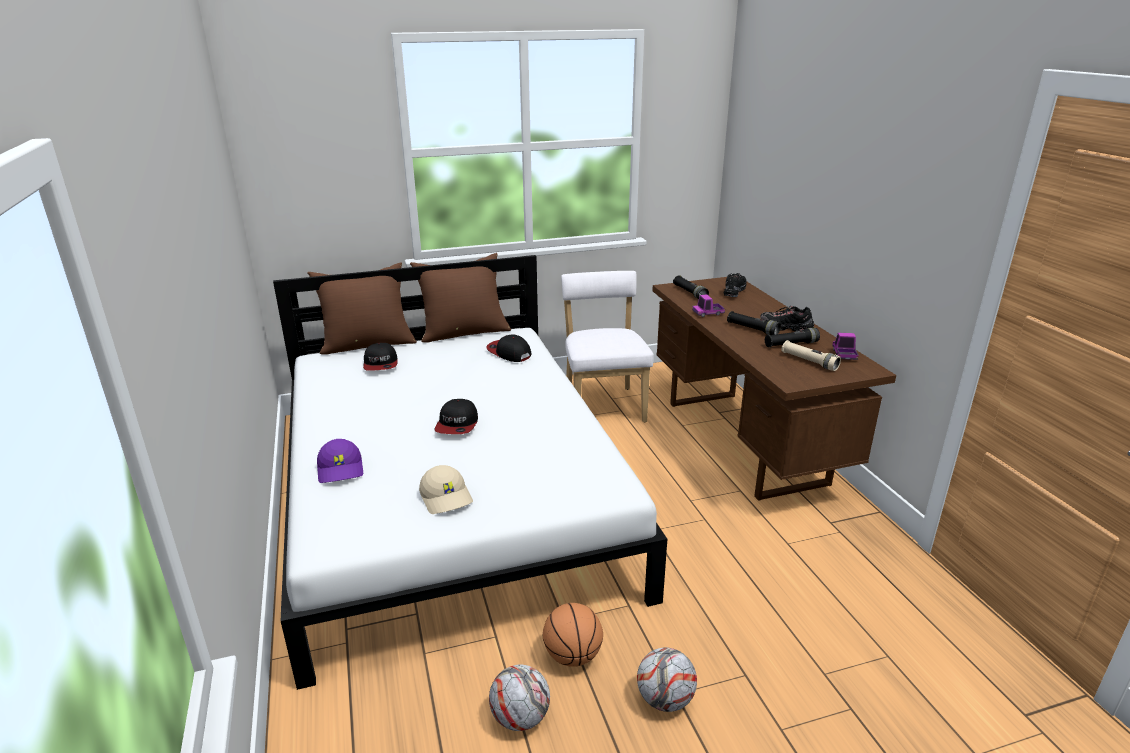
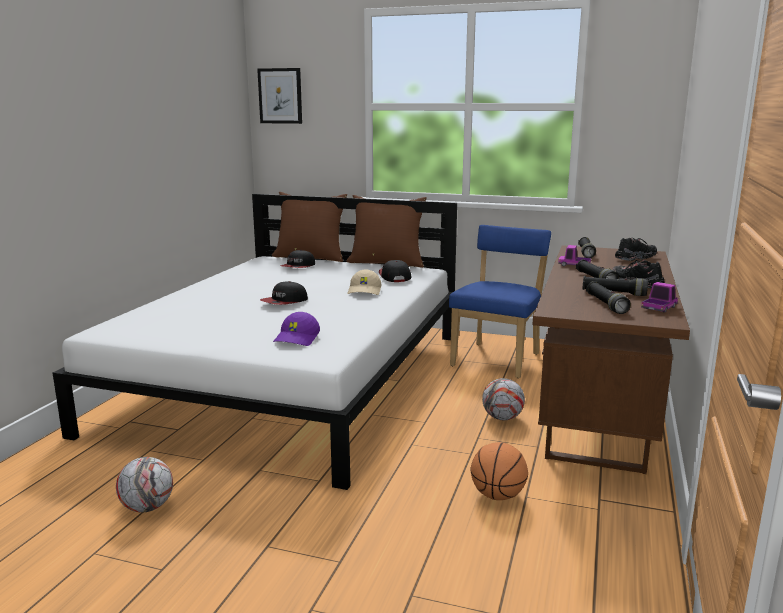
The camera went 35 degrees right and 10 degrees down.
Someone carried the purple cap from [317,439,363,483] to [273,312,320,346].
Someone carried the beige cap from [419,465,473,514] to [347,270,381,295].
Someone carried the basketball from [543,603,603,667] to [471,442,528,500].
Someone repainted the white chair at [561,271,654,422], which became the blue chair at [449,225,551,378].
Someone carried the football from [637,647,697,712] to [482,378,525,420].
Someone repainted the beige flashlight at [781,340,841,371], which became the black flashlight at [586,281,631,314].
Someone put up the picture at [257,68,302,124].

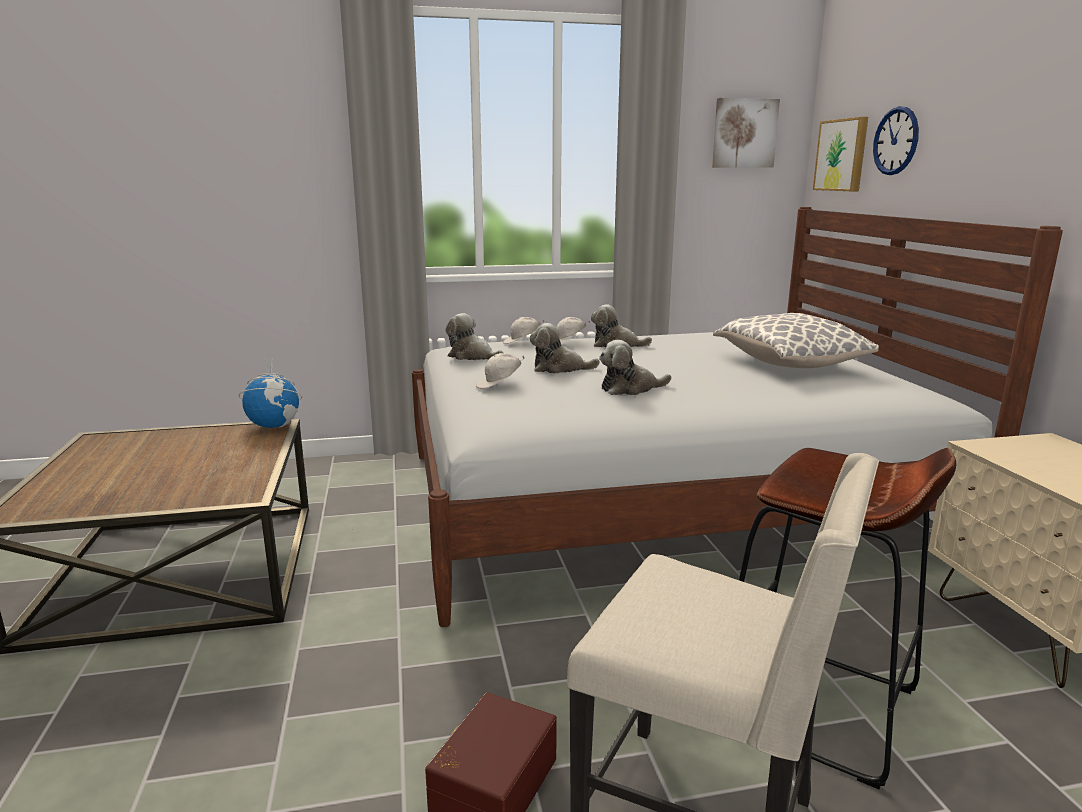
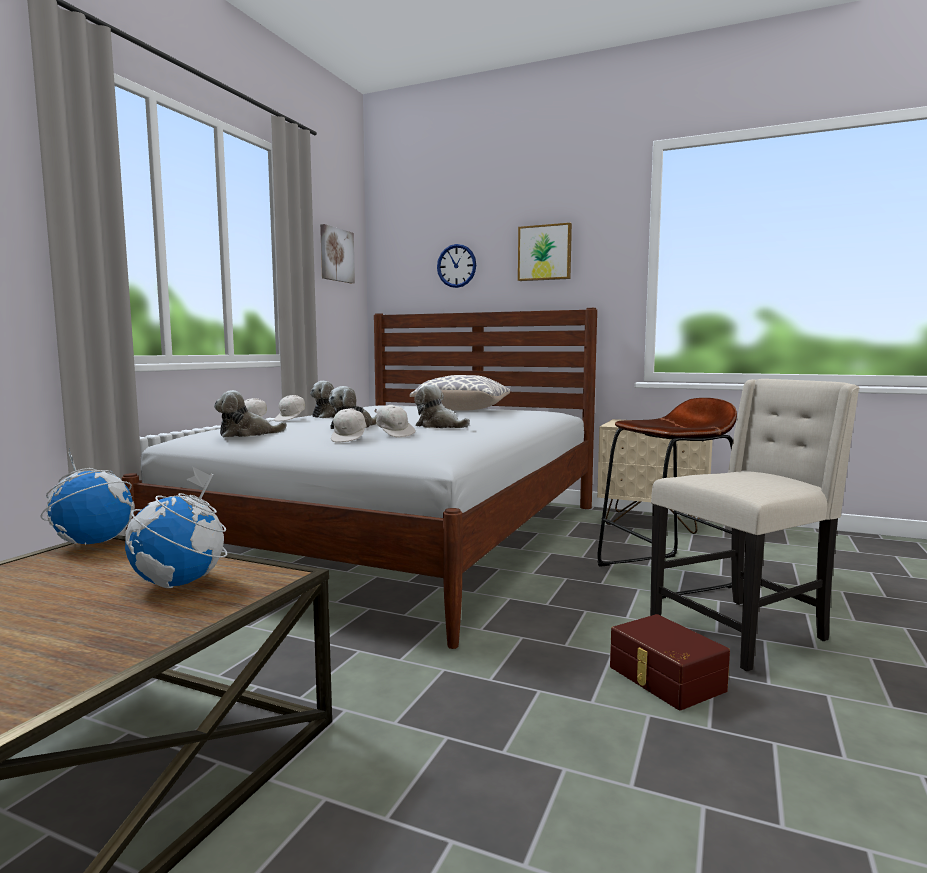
The camera went 55 degrees left and 10 degrees down.
Someone rotated the plush toy at [599,340,671,395] by 105 degrees clockwise.
Someone carried the picture from [813,117,868,191] to [518,223,572,281].
Someone put down the globe at [125,467,227,588].
Someone put down the white cap at [375,405,415,437].

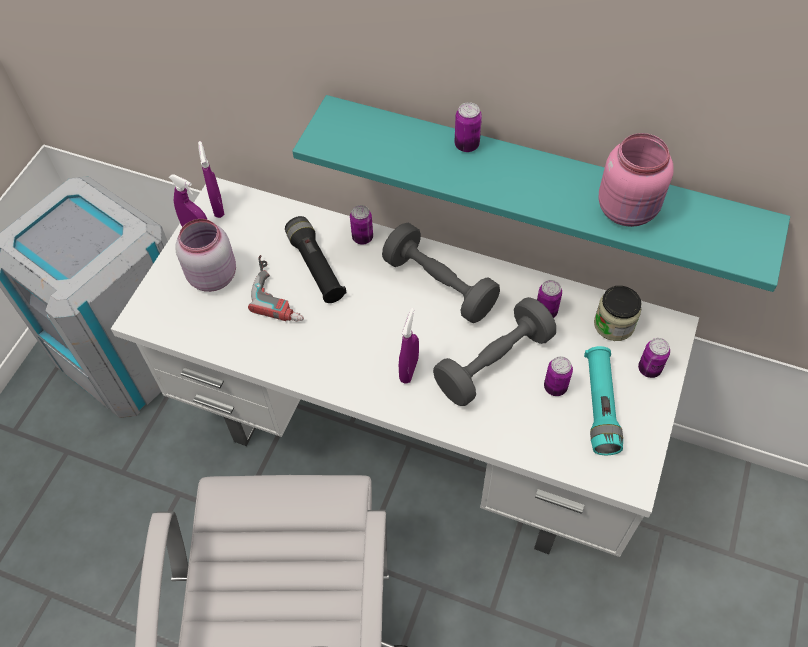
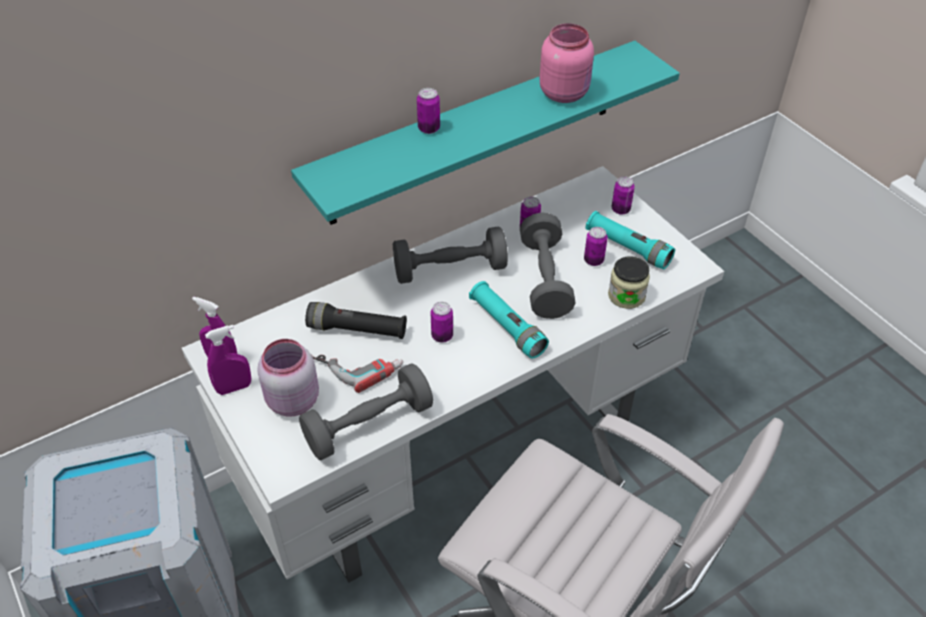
The camera went 55 degrees left and 10 degrees down.
Someone carried the can from [350,205,373,245] to [431,302,453,343].
Someone swapped the purple spray bottle at [399,308,419,384] for the turquoise flashlight at [469,281,549,358].
Someone carried the jar from [594,286,642,341] to [608,256,650,309].
Someone put down the grey dumbbell at [299,363,433,460].

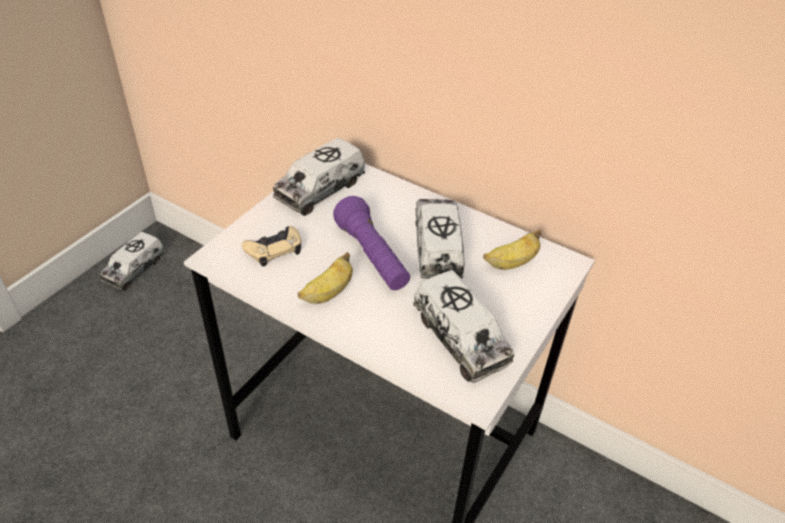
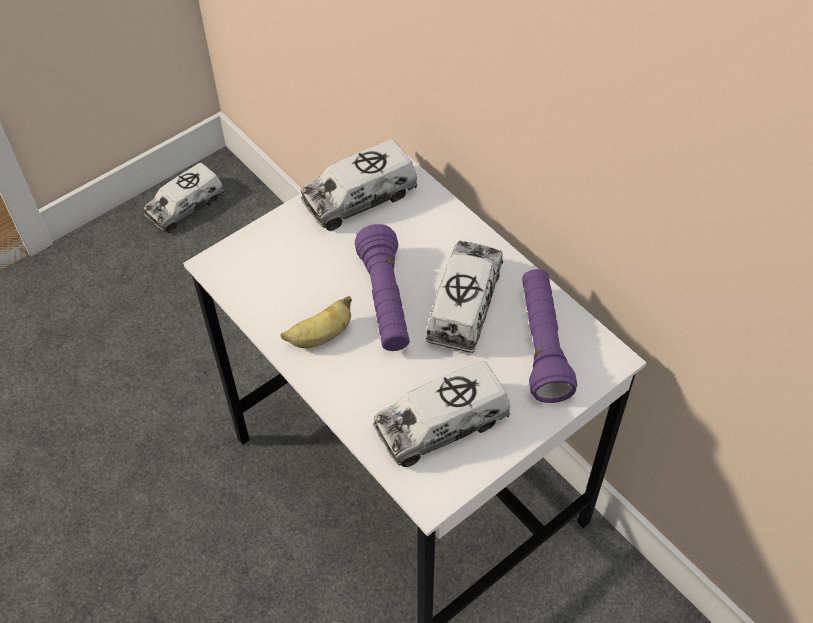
The camera went 20 degrees right and 10 degrees up.
Someone took away the beige game controller at [242,226,301,267].
Someone rotated the toy truck at [413,270,514,383] by 75 degrees clockwise.
Someone swapped the banana at [483,230,541,270] for the purple flashlight at [522,269,577,403].

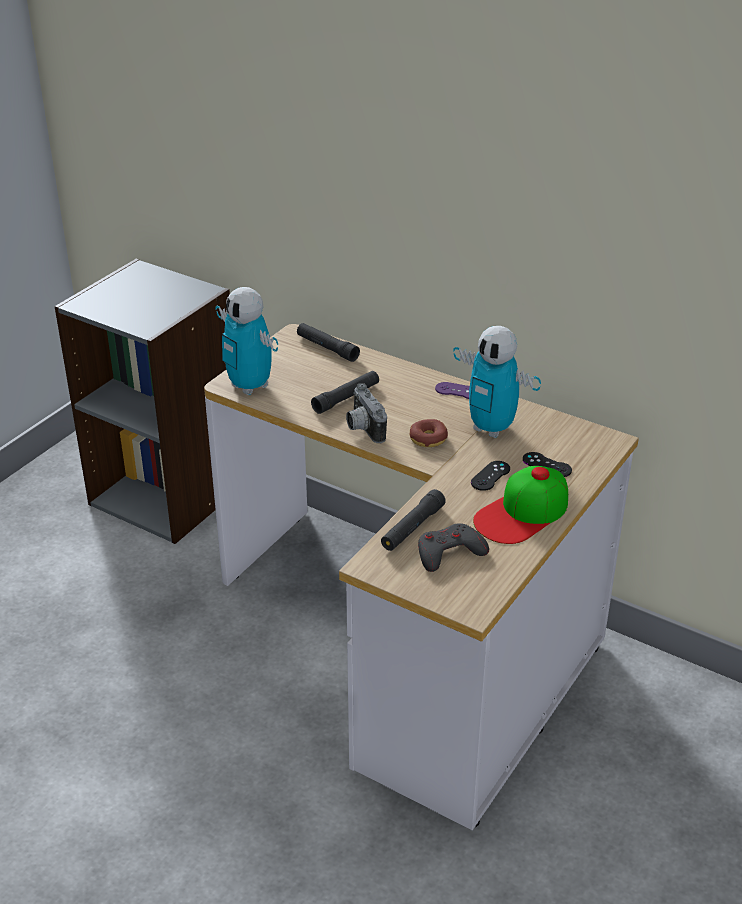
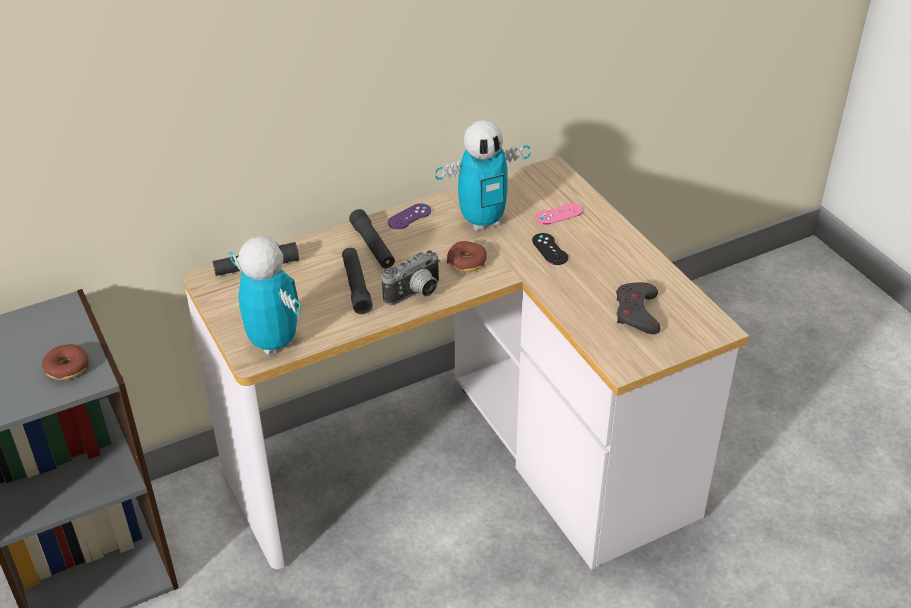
The camera went 60 degrees left and 5 degrees up.
Someone rotated the toy robot at [216,287,278,395] by 120 degrees counterclockwise.
Someone rotated the photo camera at [346,383,387,443] by 45 degrees counterclockwise.
Someone carried the black flashlight from [381,489,446,551] to [349,209,395,269].
Someone took away the cap at [473,466,568,544].
Someone repainted the black game controller at [523,452,572,477], which became the pink game controller at [535,203,582,225].
Someone put down the donut at [42,344,88,380].

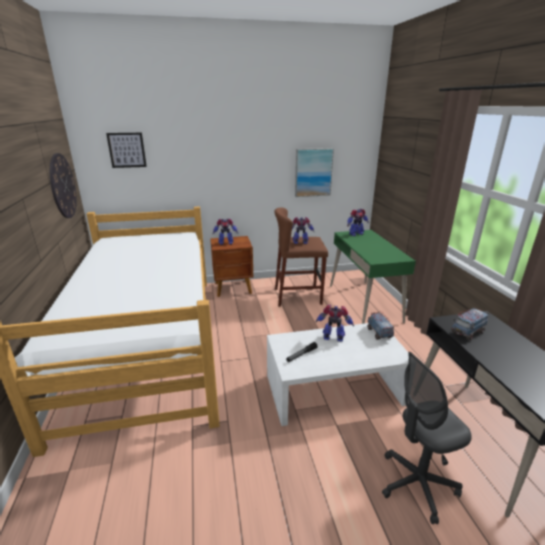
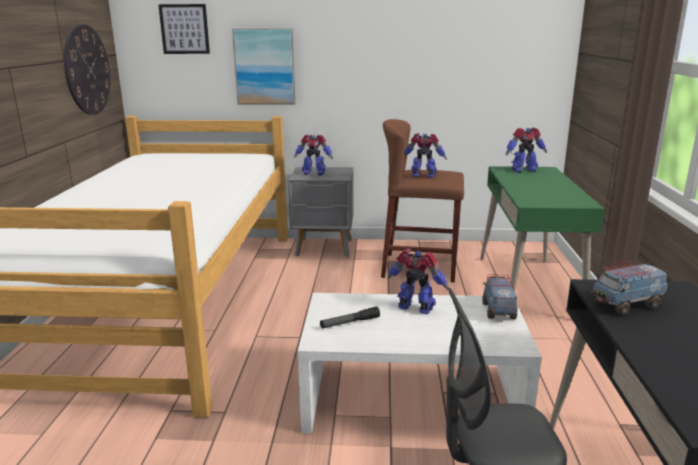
The camera went 15 degrees right and 5 degrees down.
Someone repainted the brown nightstand at [211,236,253,297], which became the grey nightstand at [288,167,354,257].
Someone carried the picture from [295,148,334,197] to [232,28,295,105].

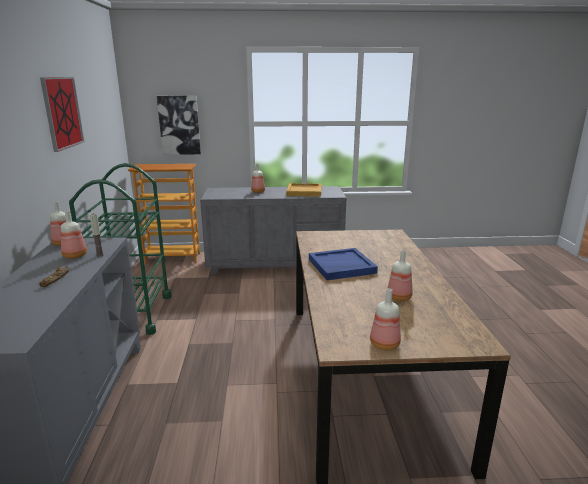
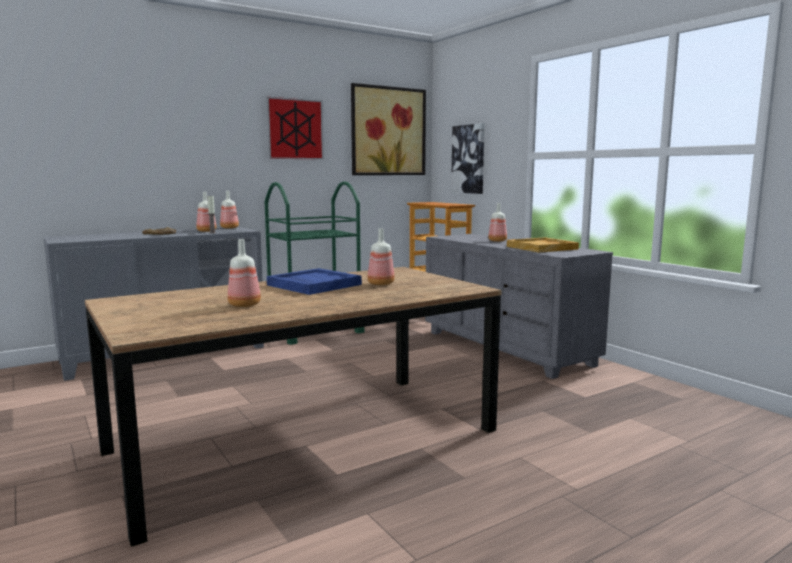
The camera went 60 degrees right and 10 degrees down.
Someone carried the bottle from [370,288,401,350] to [367,229,395,285].
Someone put up the picture at [351,83,426,175].

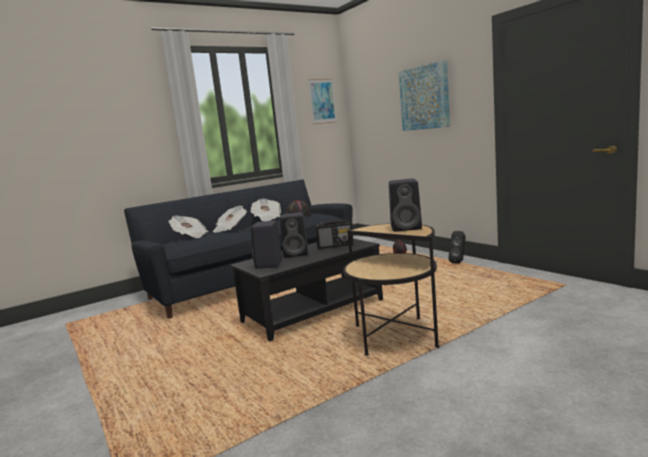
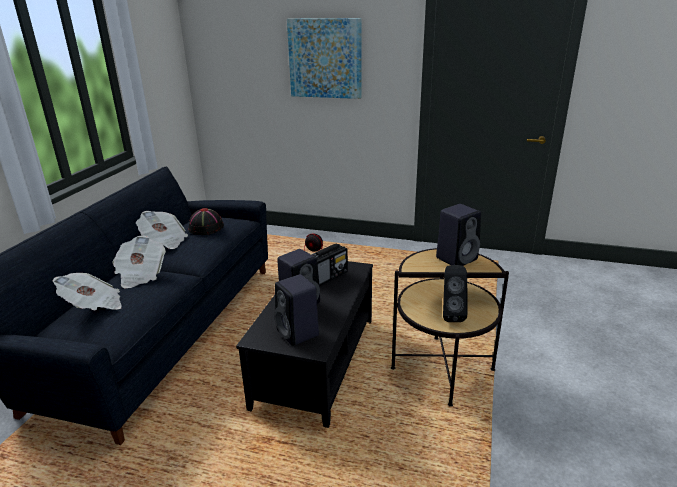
The camera went 40 degrees left and 15 degrees up.
Someone took away the picture at [308,79,336,124].
Someone carried the black speaker from [448,231,466,264] to [443,265,468,322].

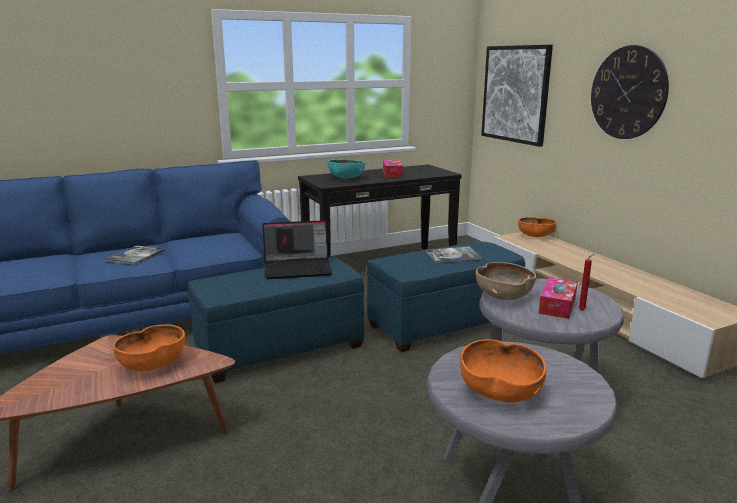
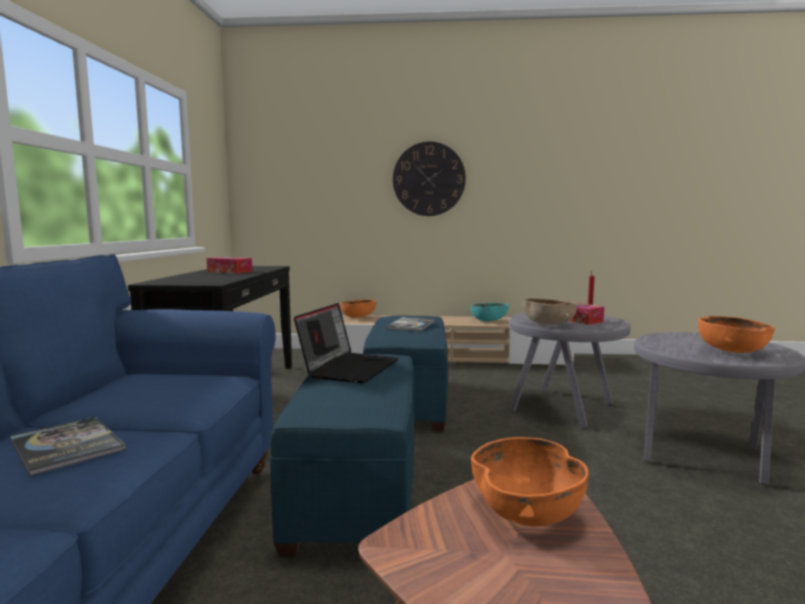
The camera went 60 degrees left and 10 degrees down.
Someone carried the turquoise bowl from [328,160,365,178] to [471,303,509,321].
Someone took away the picture at [481,45,553,147].

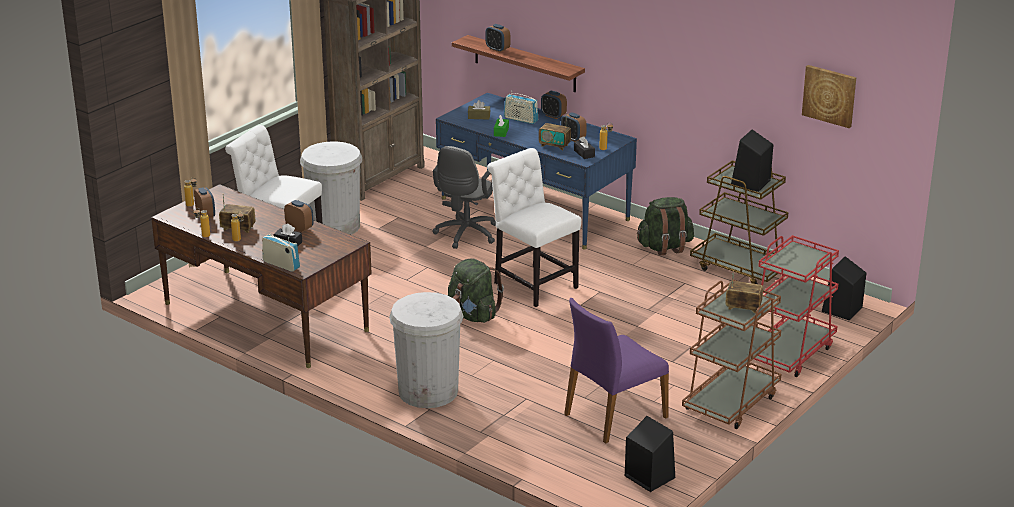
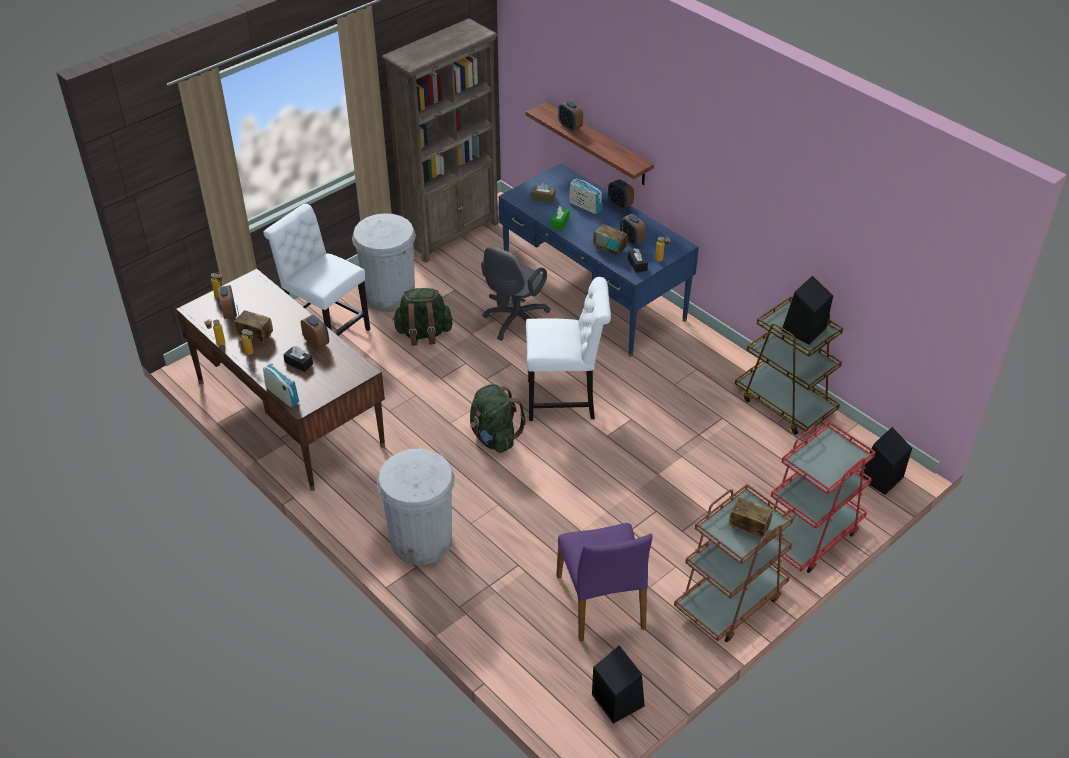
The camera went 10 degrees right and 15 degrees up.
Someone rotated the white chair at [487,148,581,307] by 120 degrees clockwise.
Someone rotated the purple chair at [564,298,669,444] by 75 degrees counterclockwise.
Someone carried the green backpack from [637,197,694,255] to [392,288,453,346].
Someone took away the picture at [802,65,856,128].

